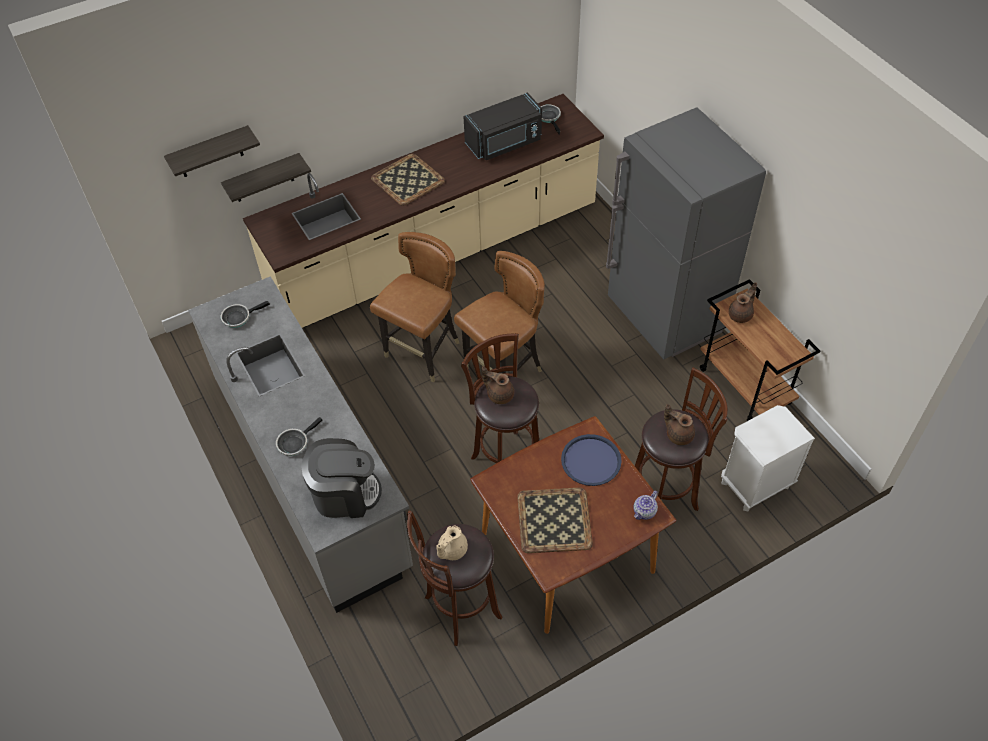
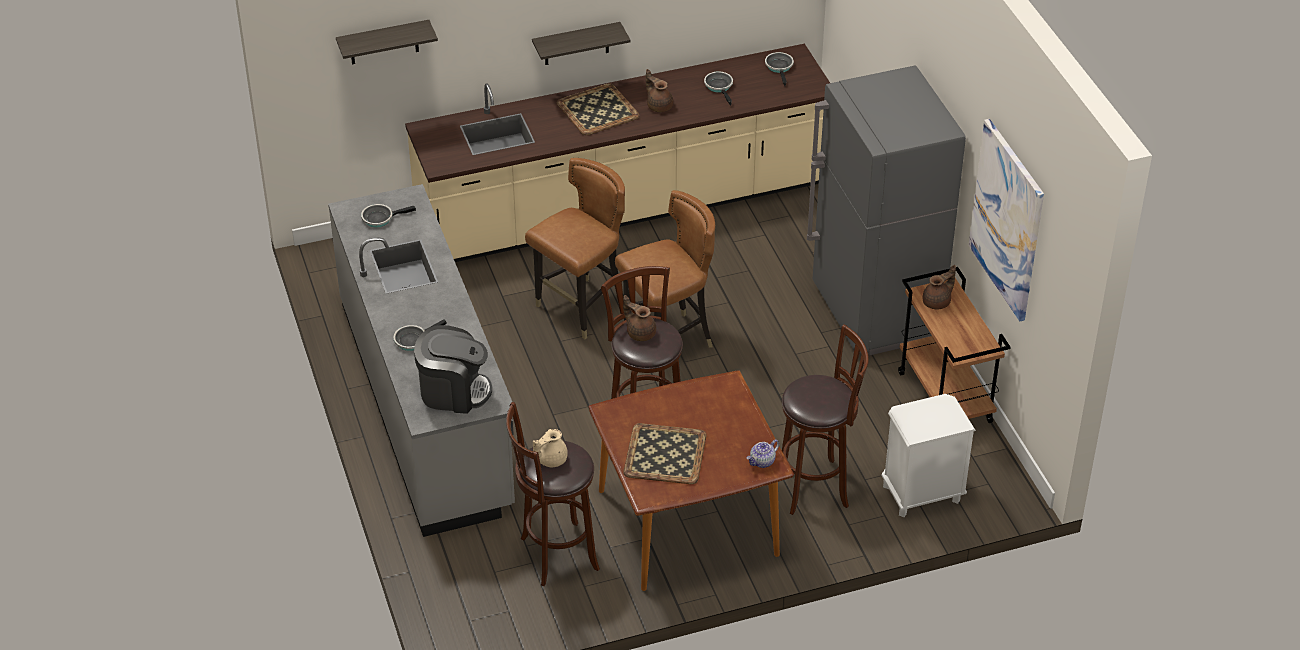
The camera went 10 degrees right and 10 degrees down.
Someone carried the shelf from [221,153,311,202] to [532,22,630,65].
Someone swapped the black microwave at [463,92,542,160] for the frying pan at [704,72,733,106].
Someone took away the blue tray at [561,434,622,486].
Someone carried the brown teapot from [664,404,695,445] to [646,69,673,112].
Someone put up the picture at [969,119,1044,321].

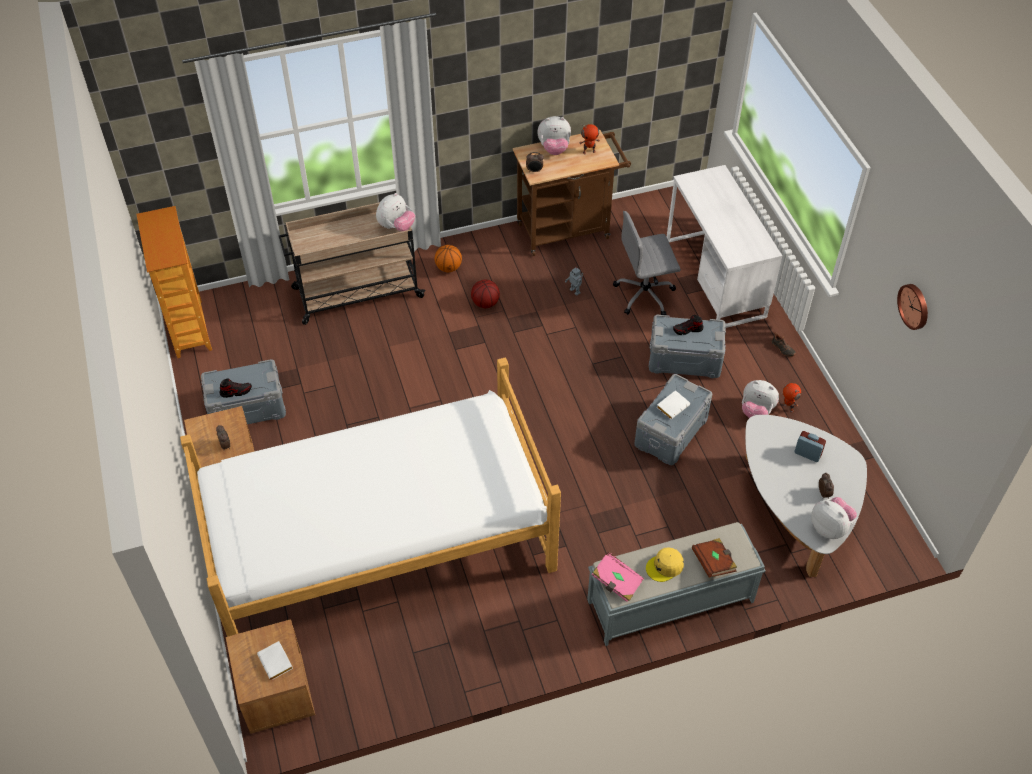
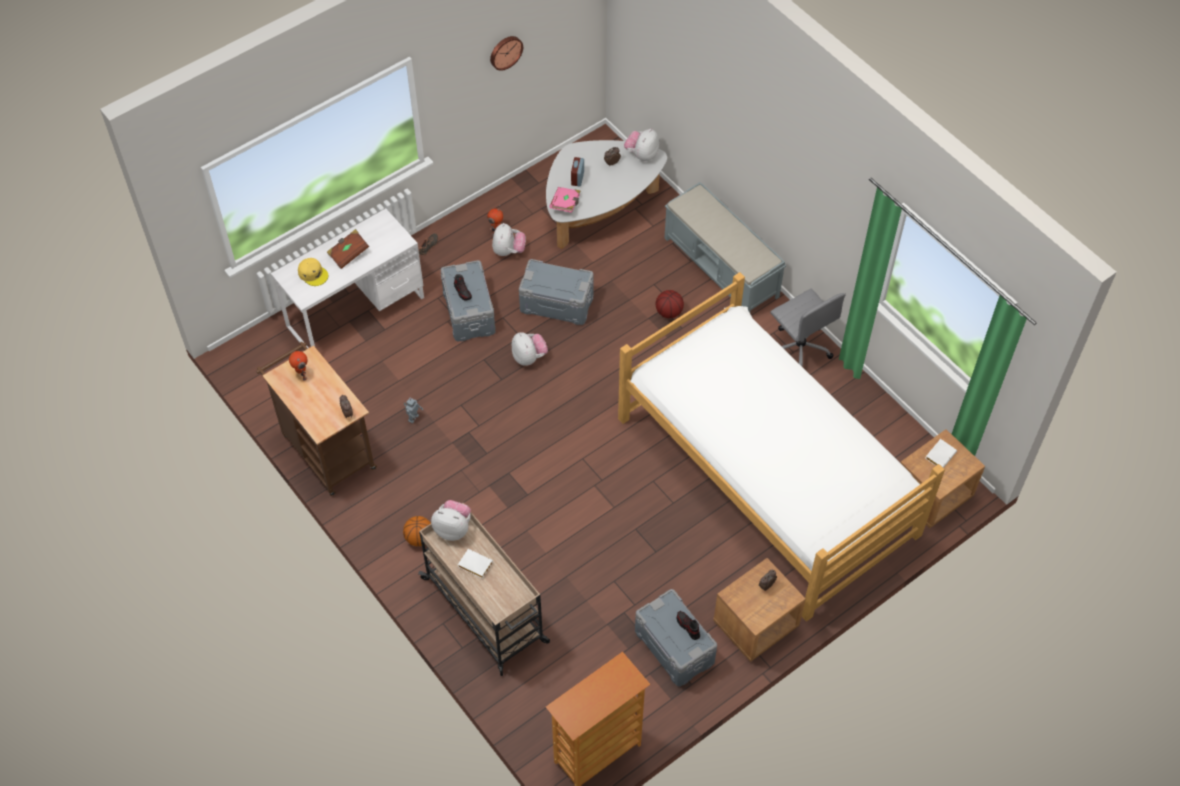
The camera went 110 degrees left and 5 degrees up.
Someone carried the basketball from [471,279,500,308] to [656,290,684,318].
Someone carried the plush toy from [537,116,571,155] to [512,332,548,366].
Someone carried the pink book from [591,551,644,602] to [549,187,580,213].
Someone carried the grey office chair from [613,211,681,315] to [770,289,846,366].
Someone carried the yellow cap from [646,547,684,582] to [298,258,328,286].
Someone carried the white book from [657,390,690,420] to [458,549,493,579].
Someone carried the brown book from [692,538,737,578] to [327,229,369,269].

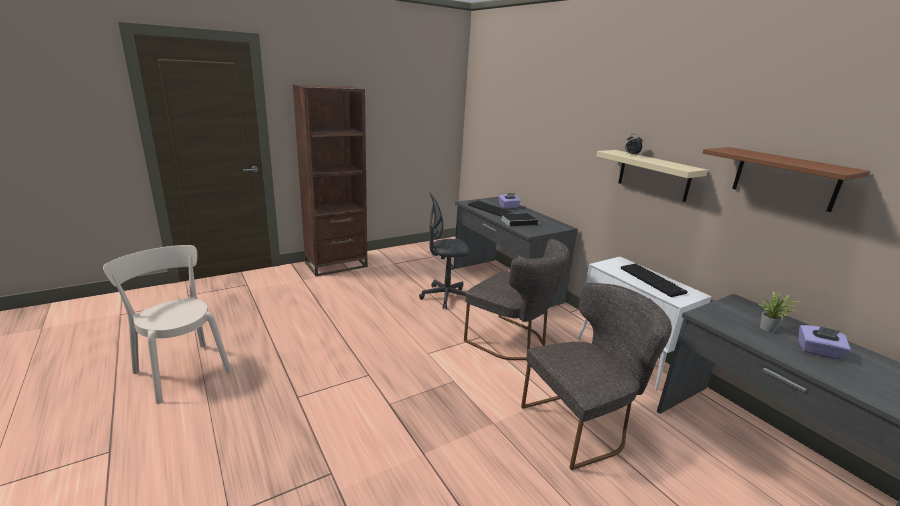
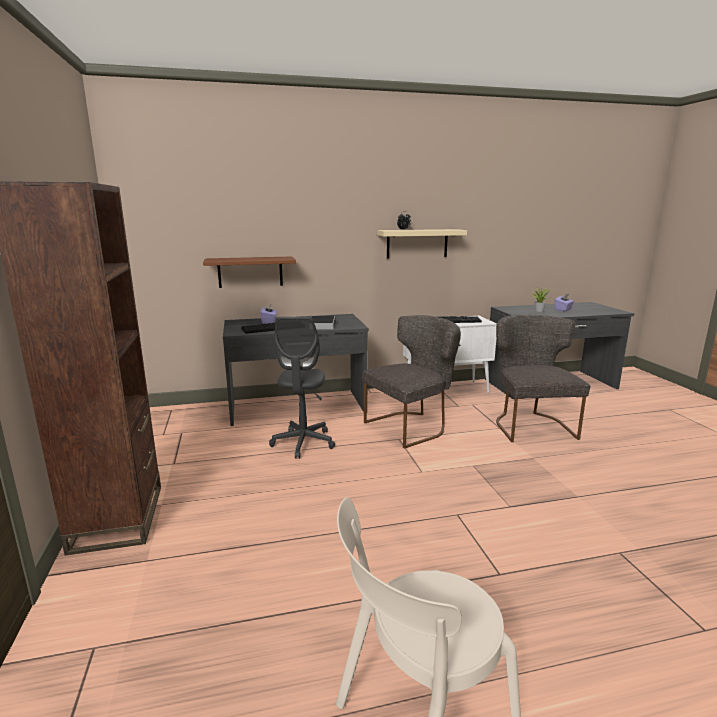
The camera went 70 degrees left and 5 degrees down.
Someone carried the brown shelf from [703,147,870,212] to [203,256,296,288].

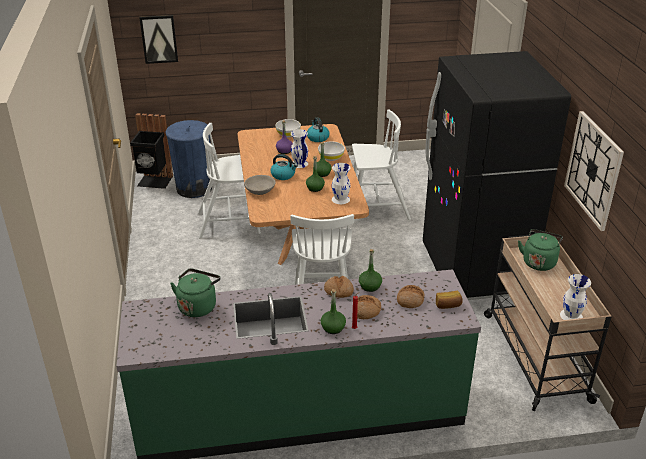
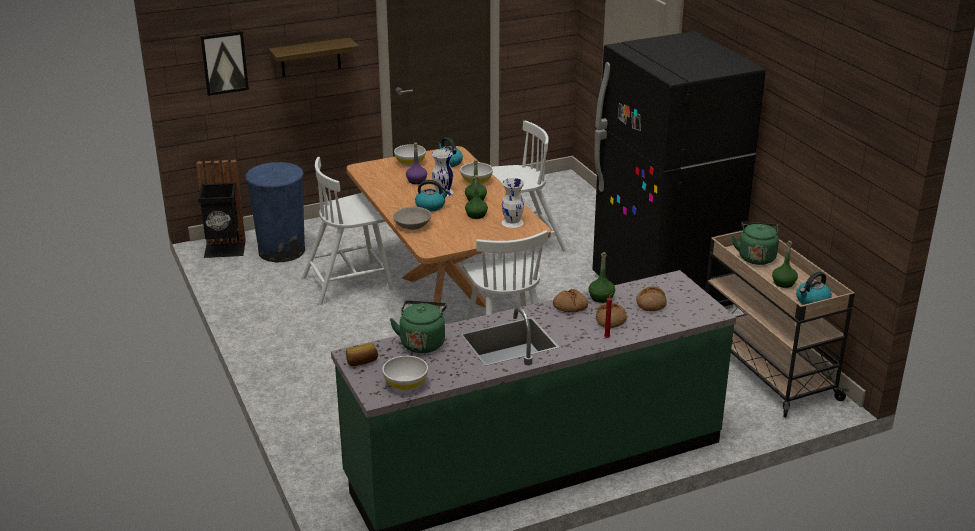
The camera went 15 degrees left and 5 degrees down.
Someone carried the green bottle from [321,289,346,334] to [772,241,798,288].
Someone carried the bread from [436,291,463,309] to [346,343,378,366].
Someone swapped the white vase at [560,274,591,320] for the kettle at [796,272,832,305].
Someone took away the wall clock at [564,111,624,231].
Someone put up the shelf at [269,37,359,77].
Someone put down the white bowl at [382,356,428,391].

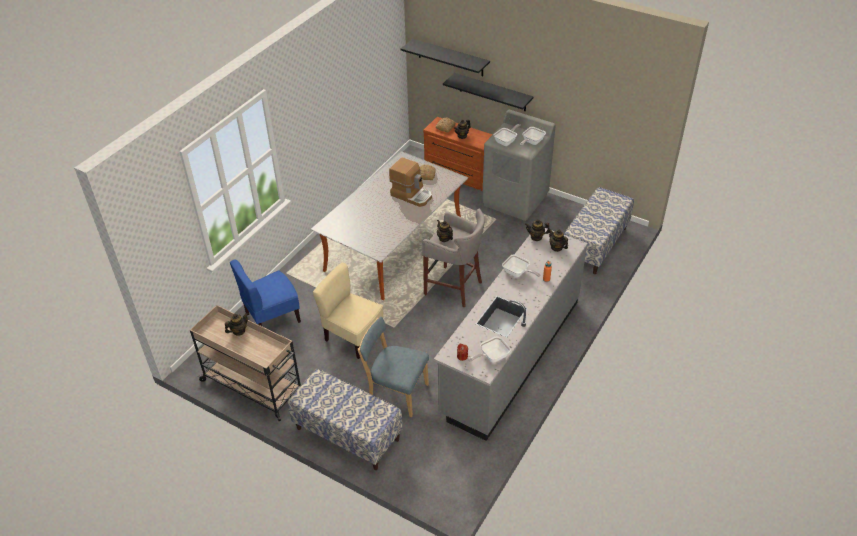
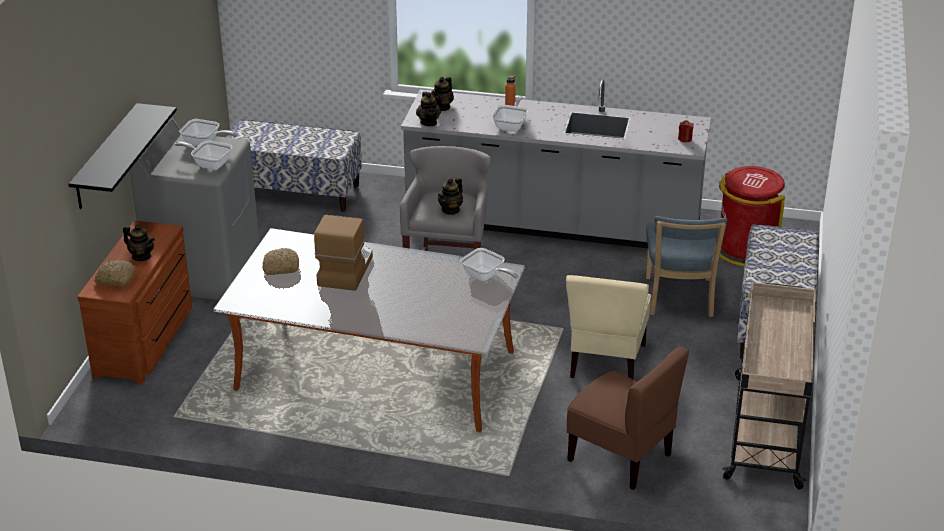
The camera went 110 degrees left and 10 degrees down.
Someone took away the teapot at [225,313,248,336].
Someone repainted the blue chair at [230,260,301,326], which became the brown chair at [567,347,689,490].
Someone took away the black shelf at [401,39,490,76].
Someone carried the frying pan from [469,336,511,363] to [460,248,518,281].
Someone put down the red trash can at [719,166,785,266].

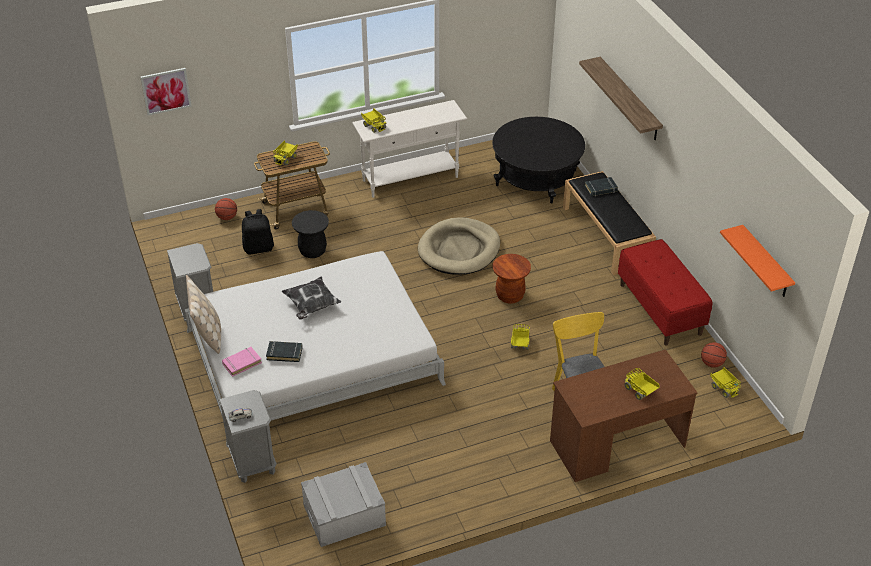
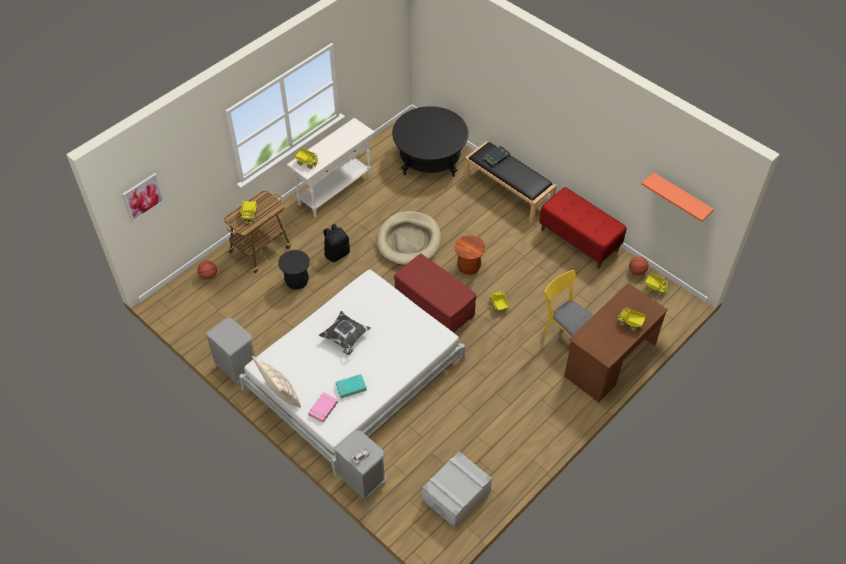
The camera went 25 degrees left and 10 degrees up.
Someone carried the black backpack from [242,209,274,255] to [323,224,350,262].
Someone repainted the black book at [266,341,303,362], which became the turquoise book at [335,374,367,398].
Someone took away the shelf at [579,57,663,140].
Someone put down the red ottoman at [394,254,476,333].

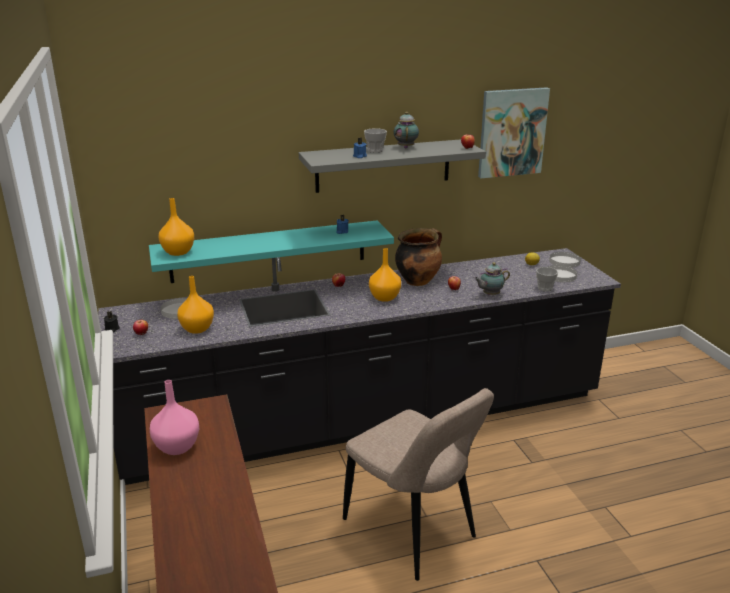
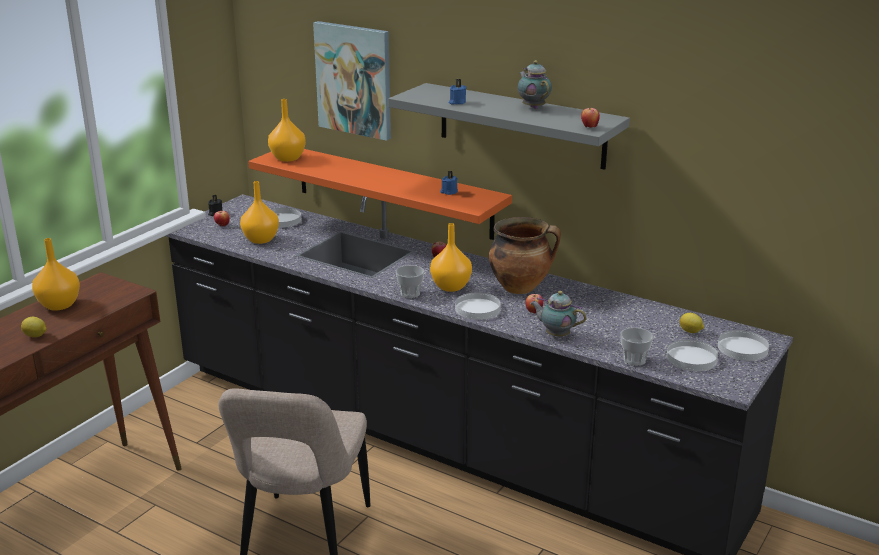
The camera went 50 degrees right and 0 degrees up.
Someone repainted the turquoise shelf at [149,220,394,283], which became the orange shelf at [248,149,512,240].
Someone repainted the pink vase at [150,380,199,455], which became the orange vase at [32,238,80,311].
Someone carried the cup from [364,128,387,153] to [396,265,424,298].
Someone rotated the teapot at [393,112,419,148] by 75 degrees counterclockwise.
Someone carried the picture from [478,87,550,178] to [313,21,391,141].
Someone put down the lemon at [21,317,47,337].
Someone put down the white plate at [455,292,501,320].

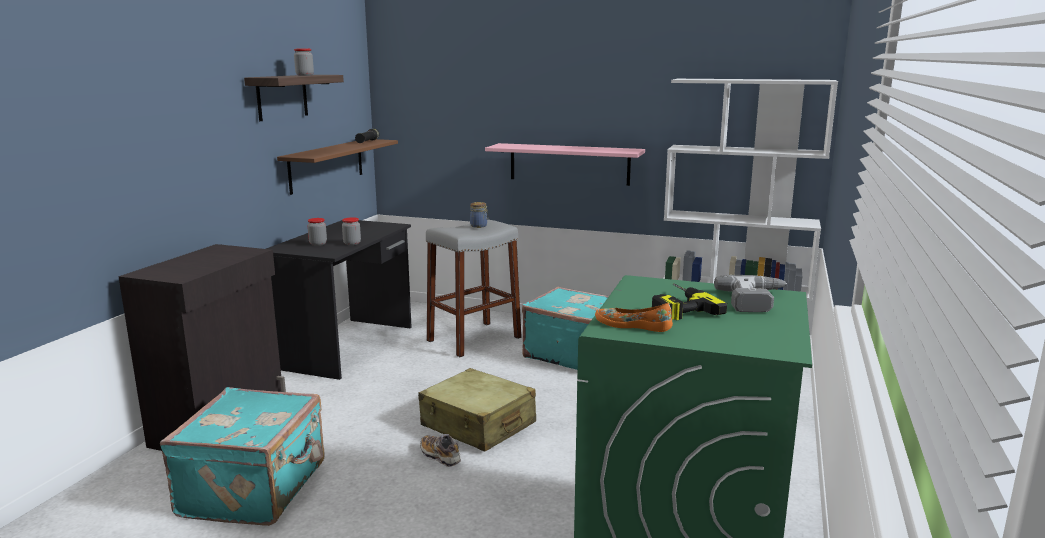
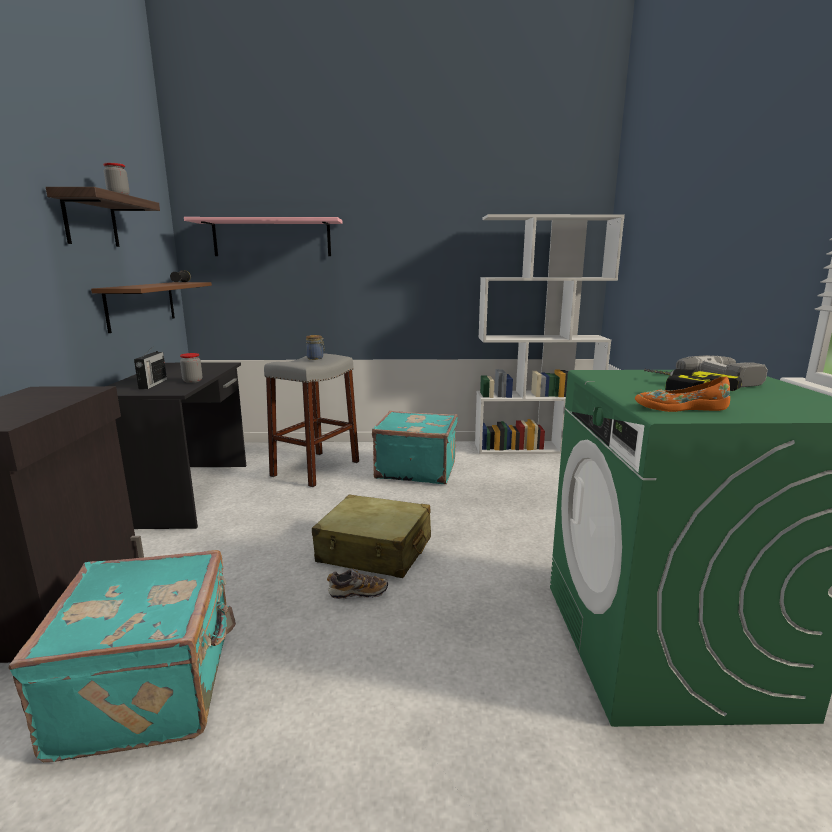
The camera went 20 degrees left and 0 degrees up.
Someone swapped the jar at [308,218,327,246] for the radio at [134,344,167,389].
Someone rotated the shoe at [420,434,461,467] by 150 degrees clockwise.
Someone carried the pink shelf from [485,143,645,186] to [184,217,343,256].

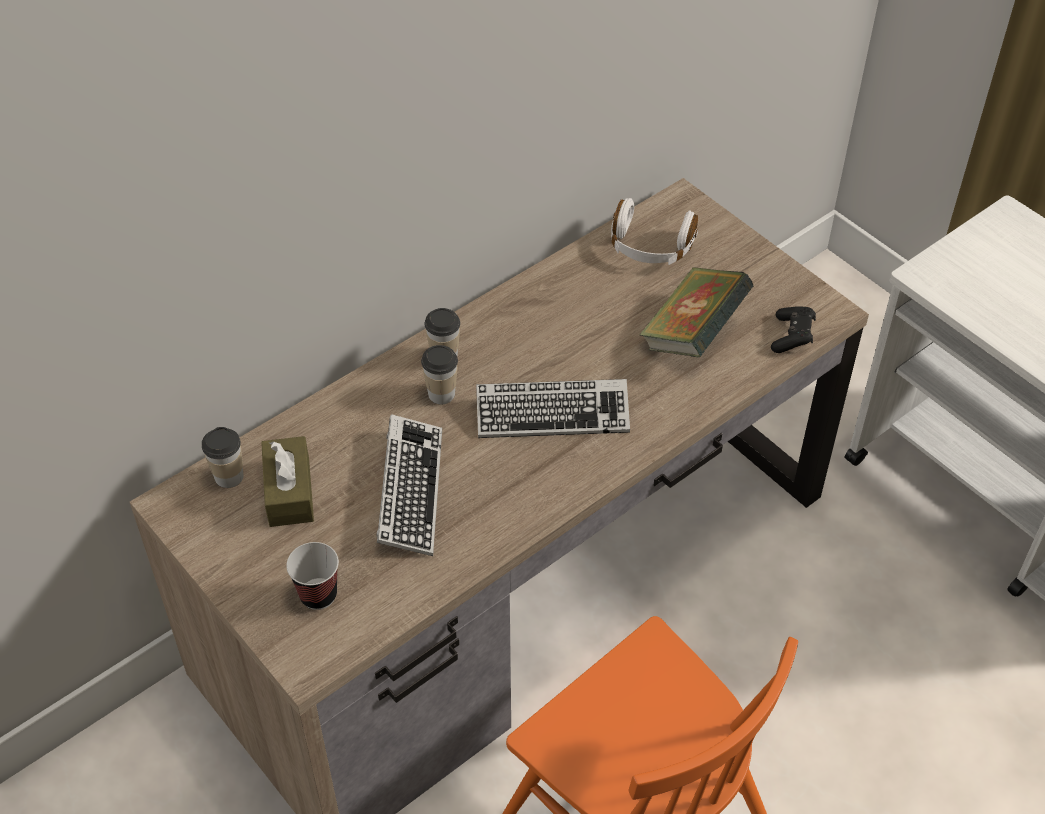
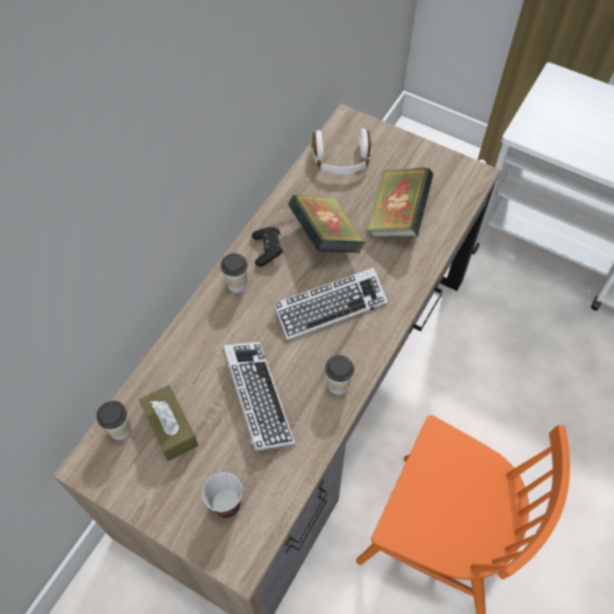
The camera went 20 degrees left and 10 degrees up.
Someone carried the cup from [421,345,458,404] to [325,355,354,395].
Someone carried the black game controller from [771,306,816,353] to [252,227,283,267].
Someone put down the book at [288,194,366,253].

